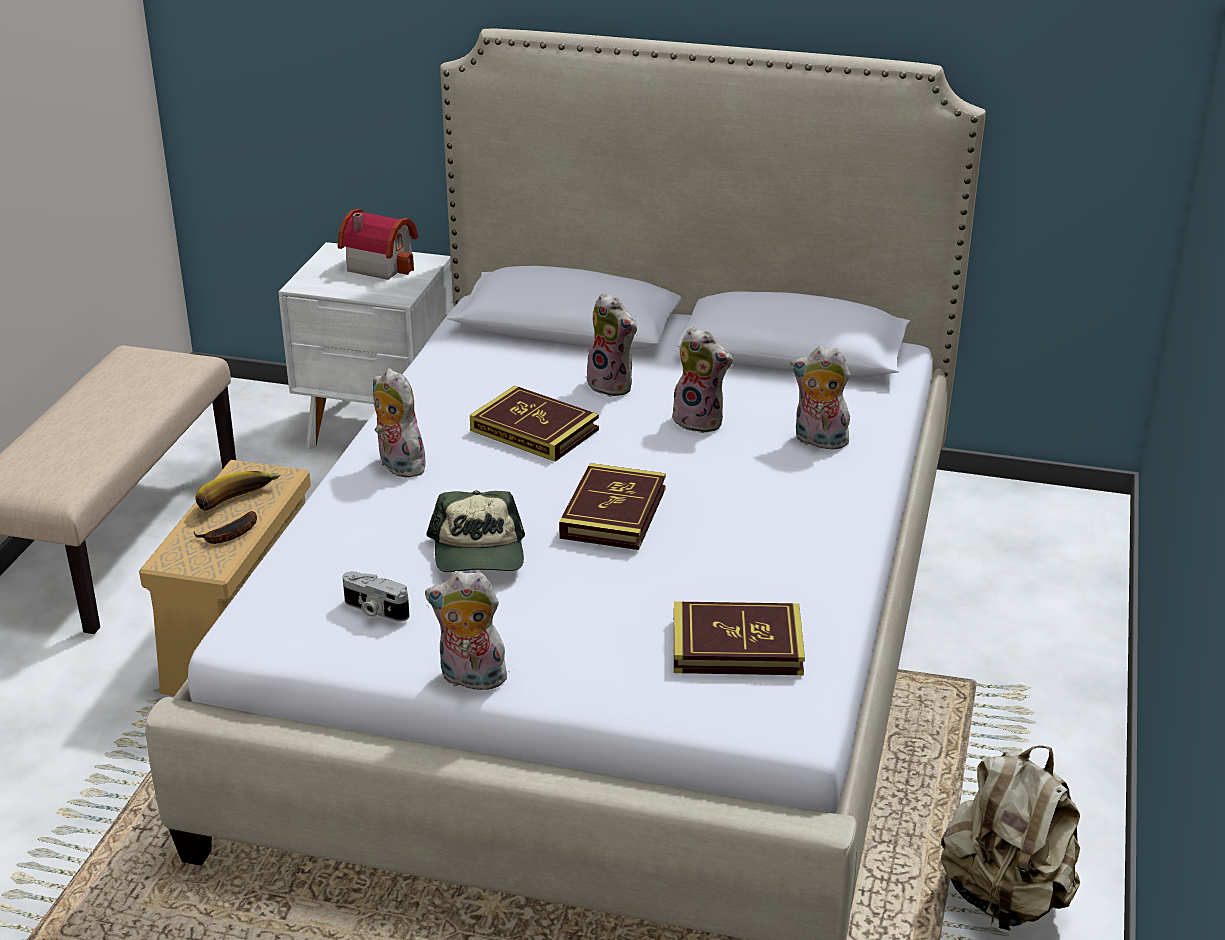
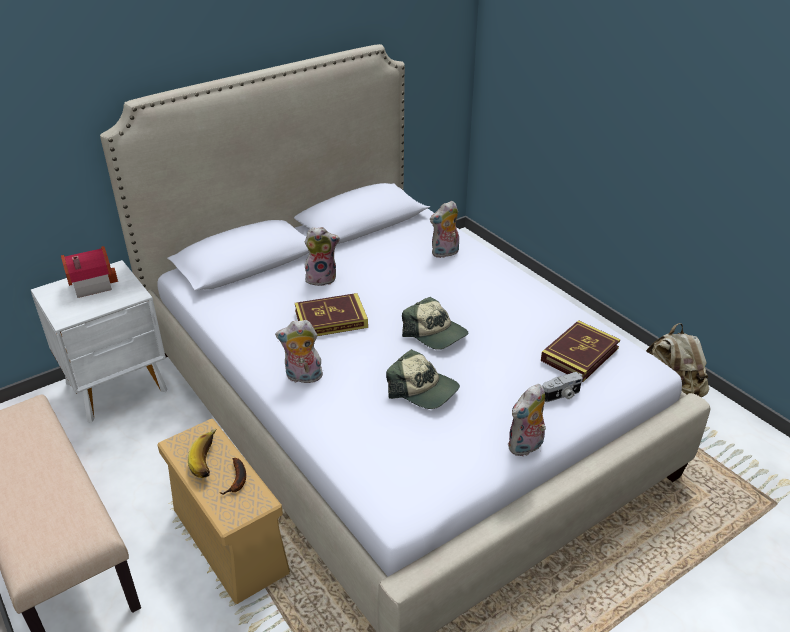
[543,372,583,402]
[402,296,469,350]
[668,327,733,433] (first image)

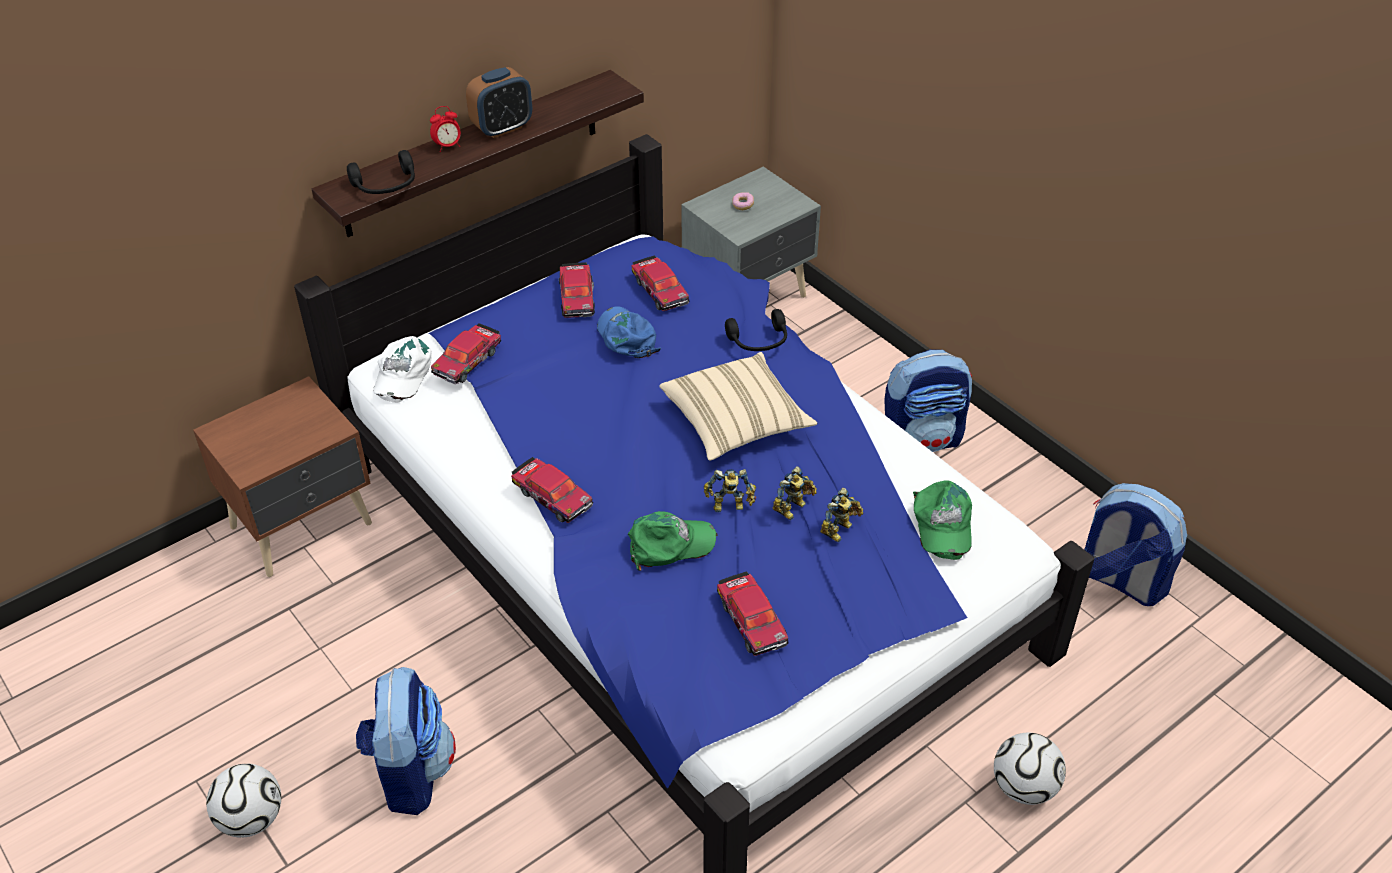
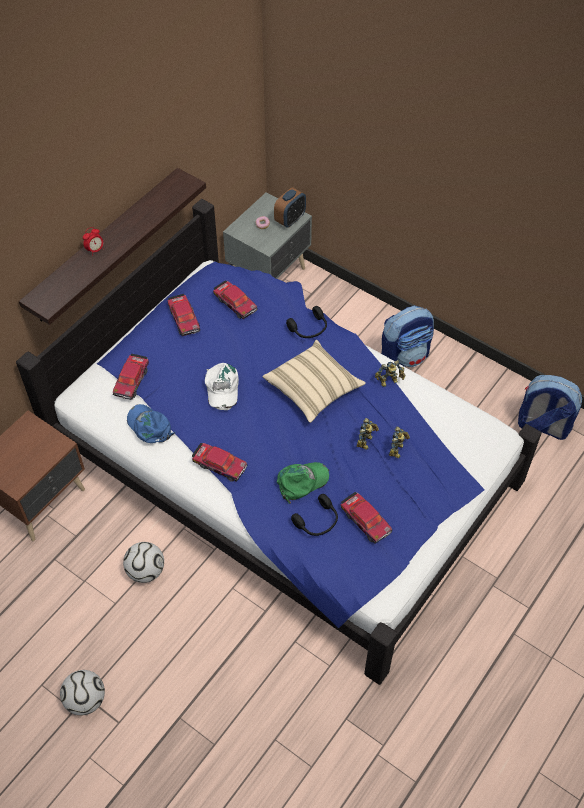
[291,494,338,536]
[356,667,456,815] (first image)
[205,363,239,410]
[274,188,306,227]
[127,404,176,443]
[375,360,406,387]
[913,480,972,560] (first image)
[123,542,164,583]

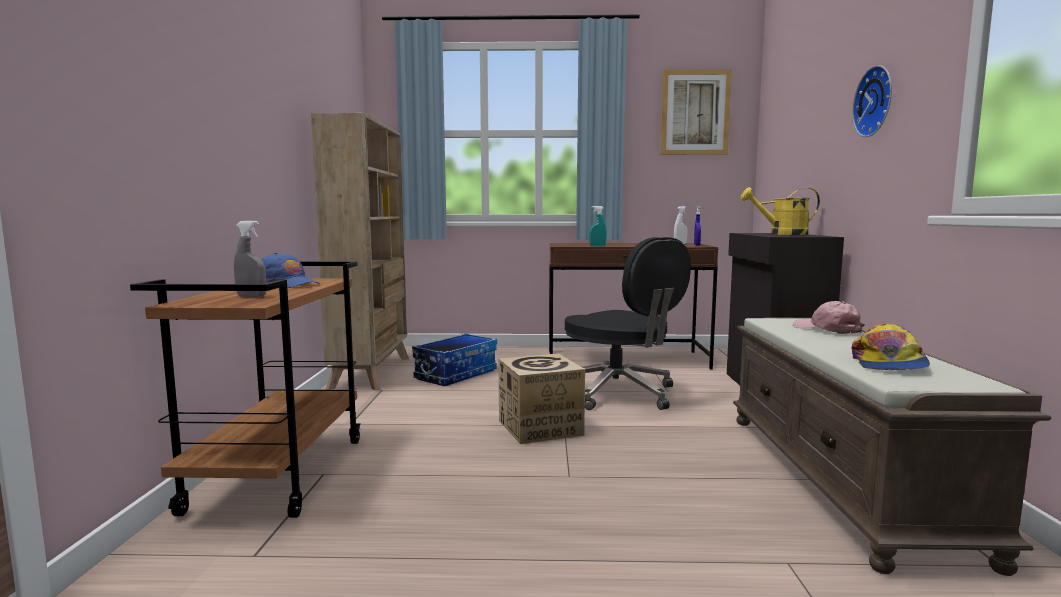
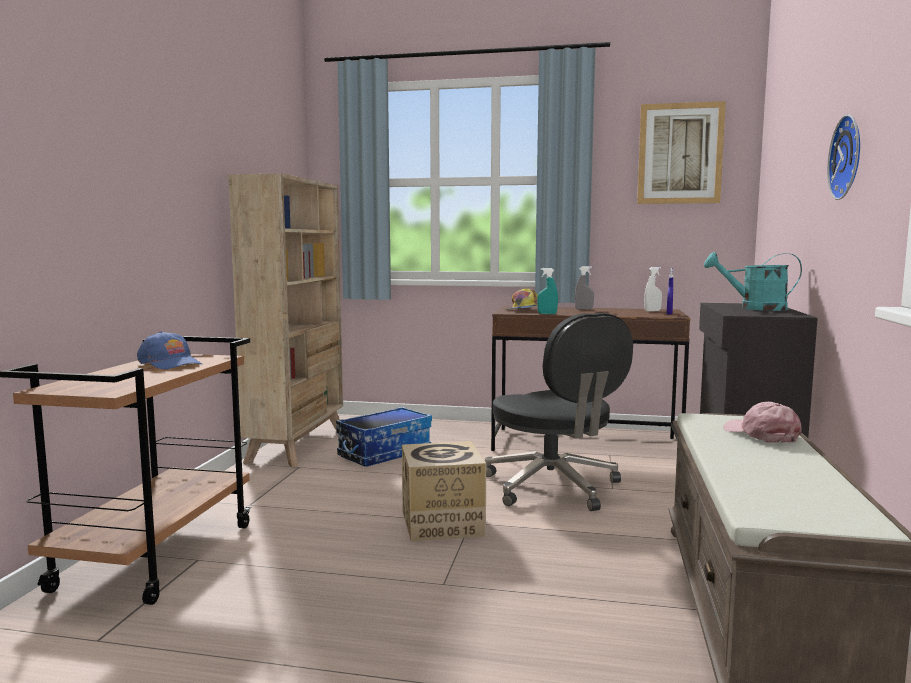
[575,266,594,310]
[704,252,802,311]
[504,288,538,310]

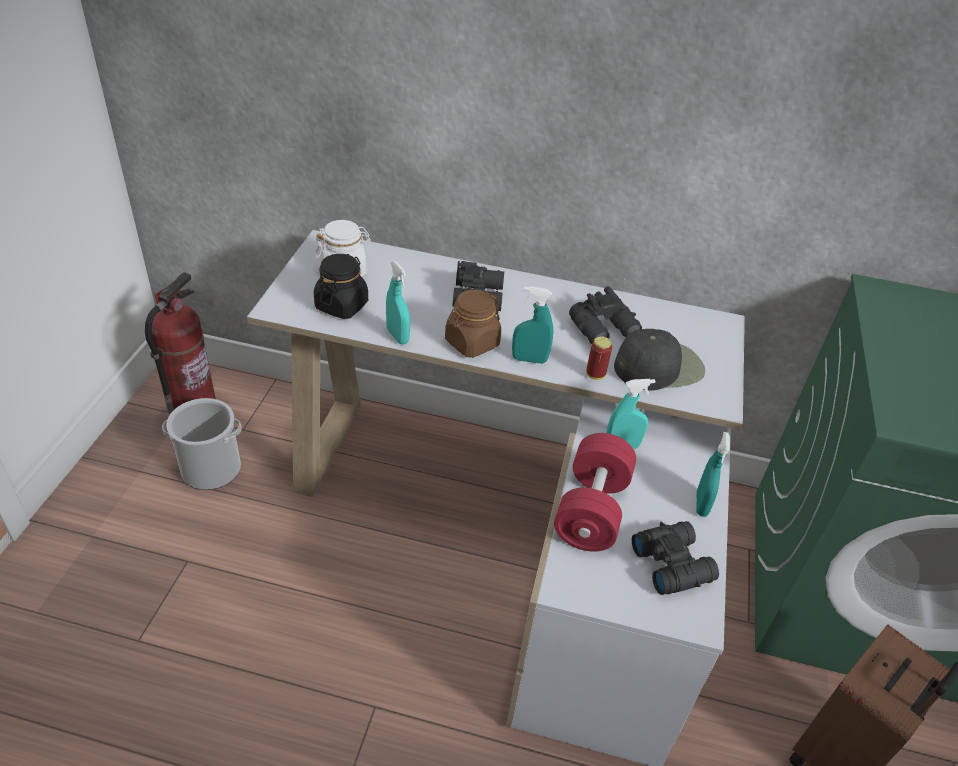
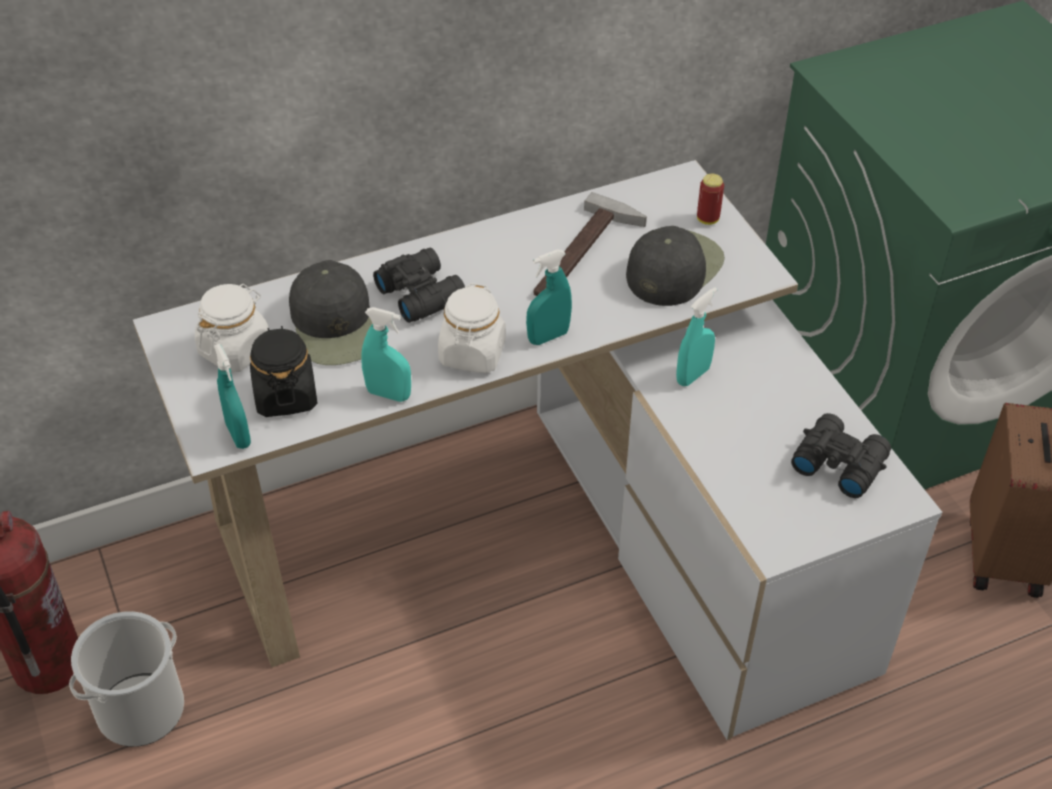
[438,283,506,373]
[554,433,636,552] (first image)
[533,192,647,296]
[697,174,724,225]
[214,344,251,449]
[289,260,373,365]

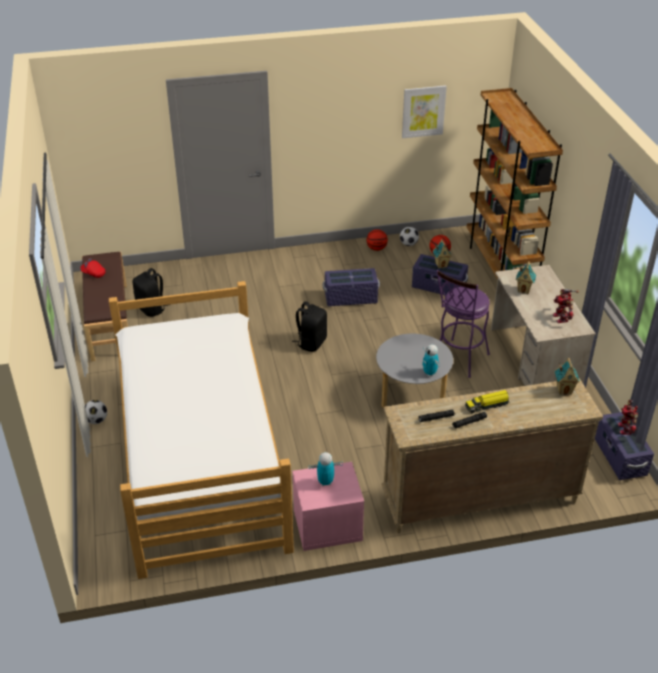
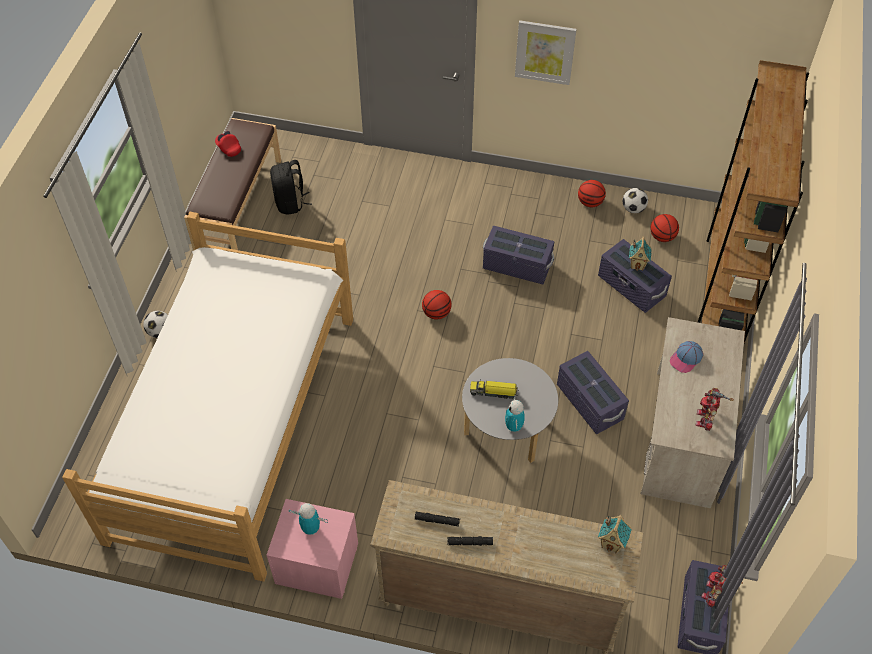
[422,290,452,320]
[515,20,577,85]
[557,351,629,434]
[470,380,518,399]
[670,341,703,373]

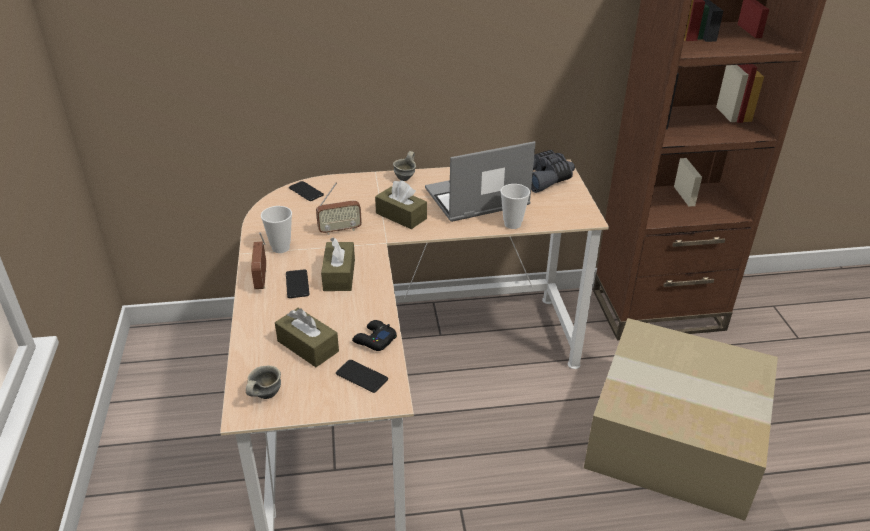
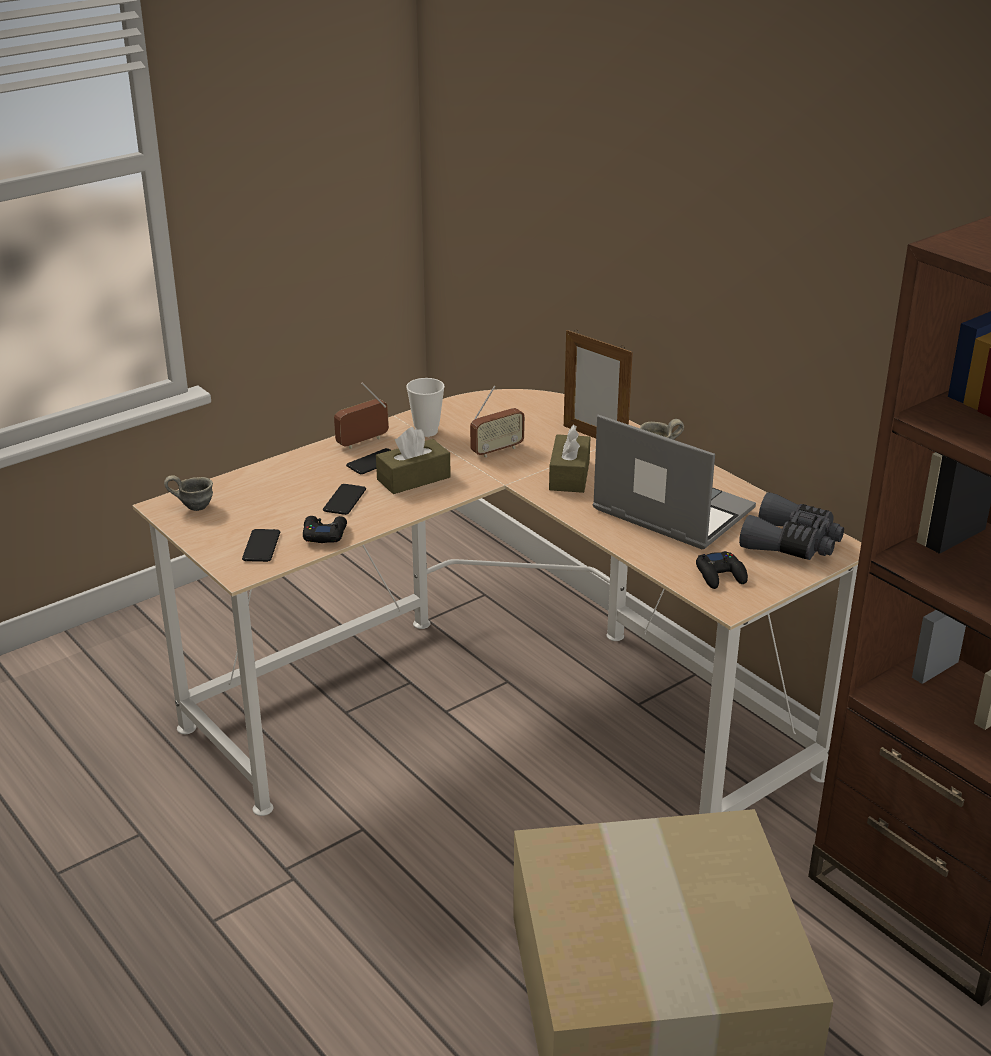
[275,308,339,367] (first image)
[323,484,366,515]
[470,385,525,458]
[501,184,530,229] (first image)
[564,329,633,439]
[696,551,748,589]

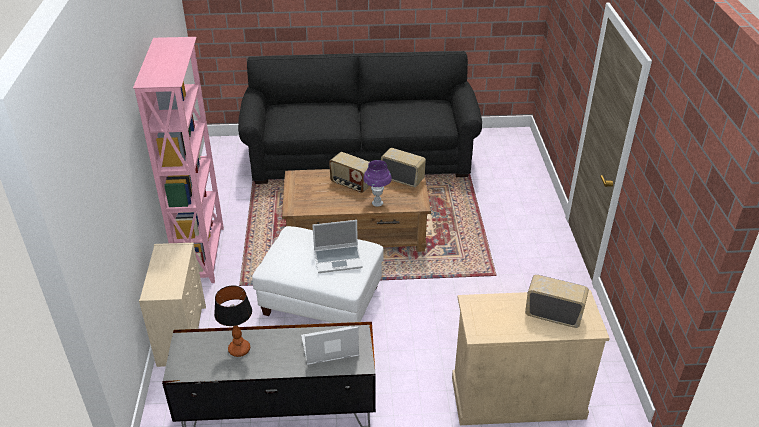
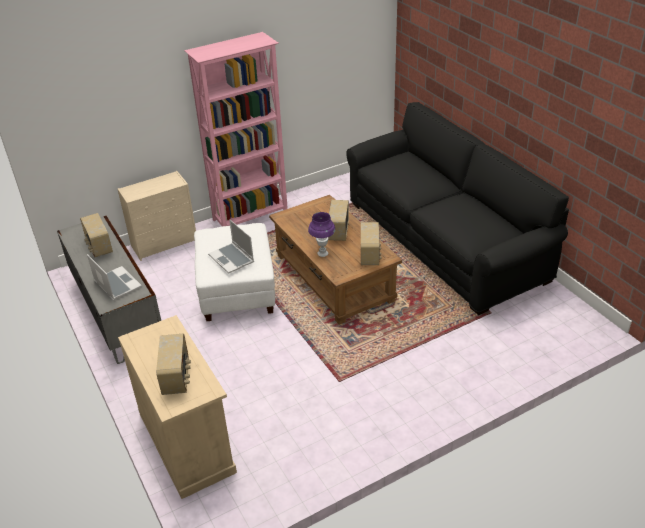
[80,213,113,257]

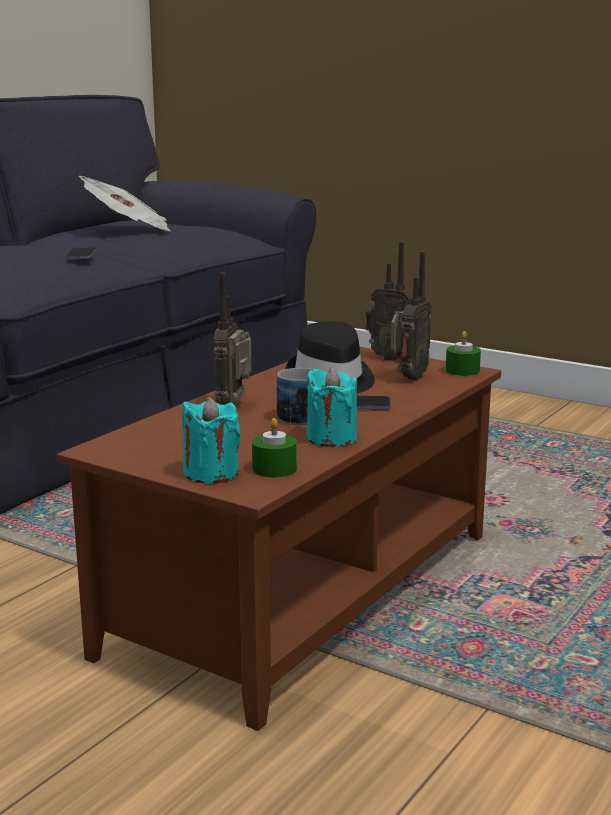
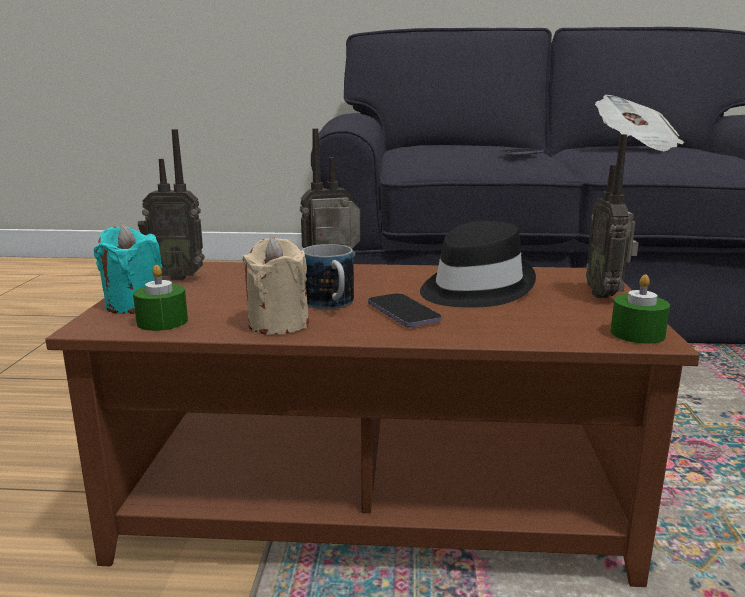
[242,237,309,335]
[138,129,205,281]

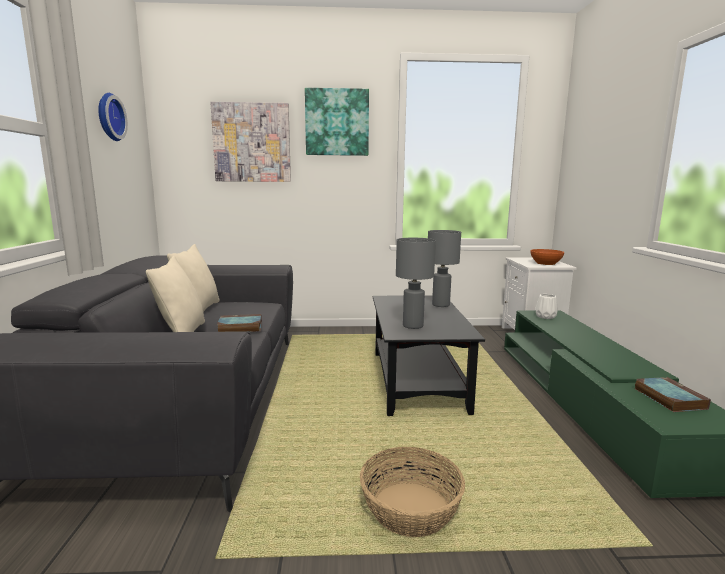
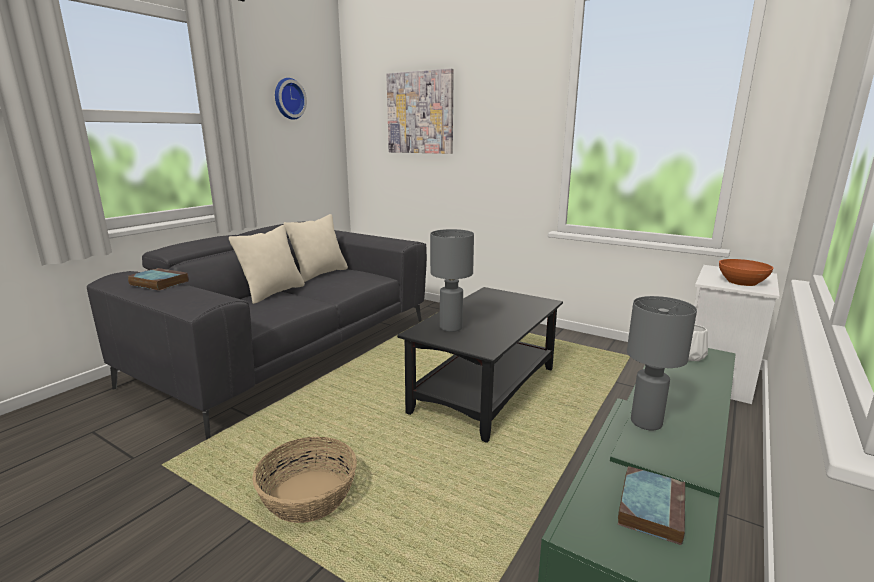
[128,268,189,291]
[305,88,369,156] (first image)
[627,296,697,430]

